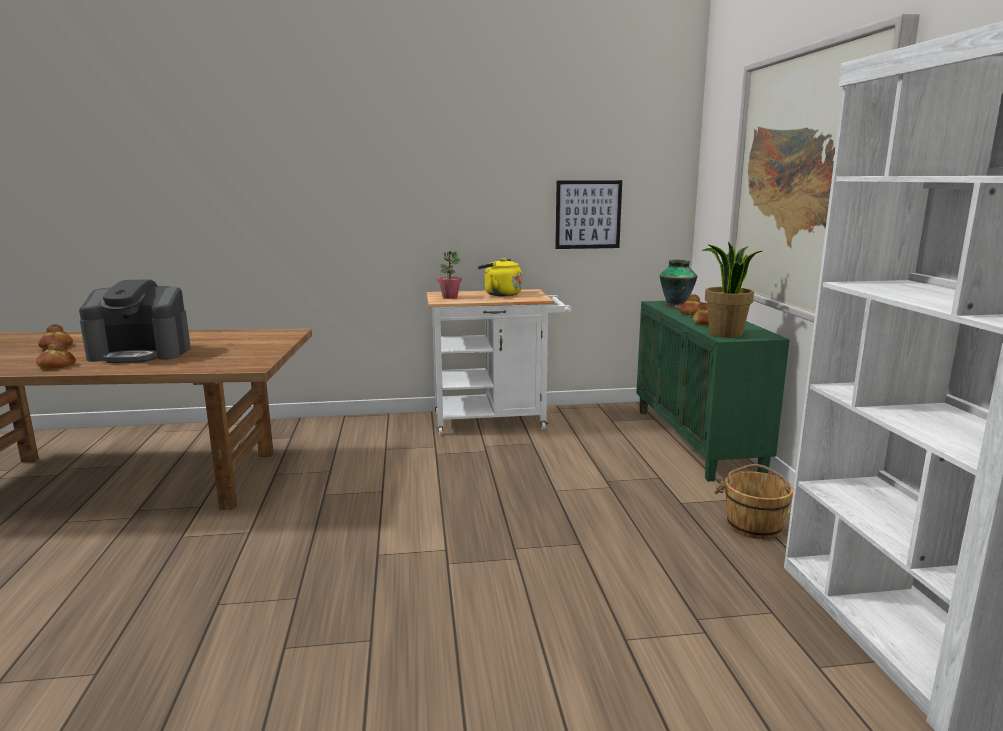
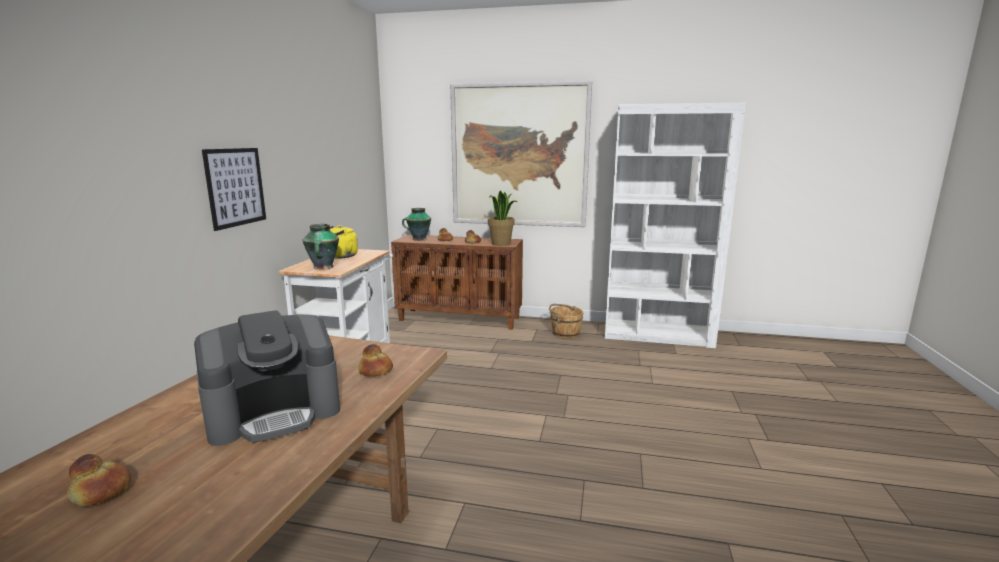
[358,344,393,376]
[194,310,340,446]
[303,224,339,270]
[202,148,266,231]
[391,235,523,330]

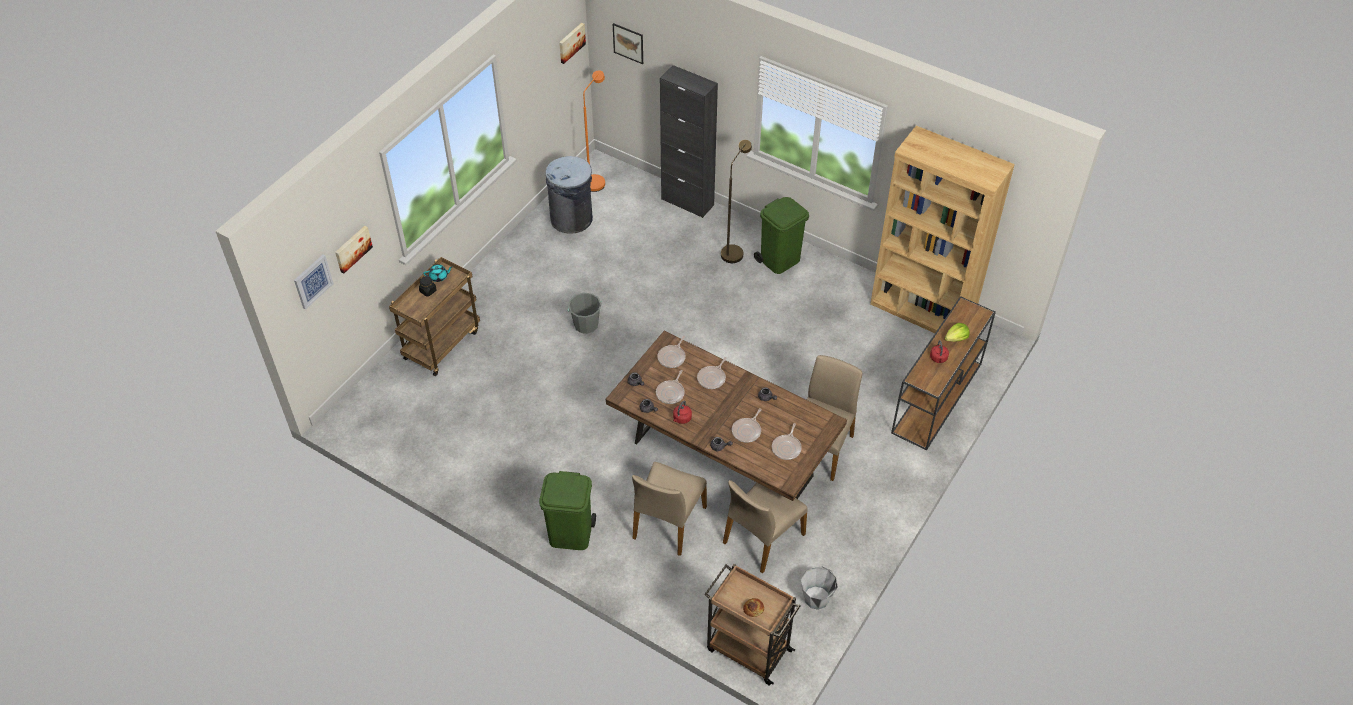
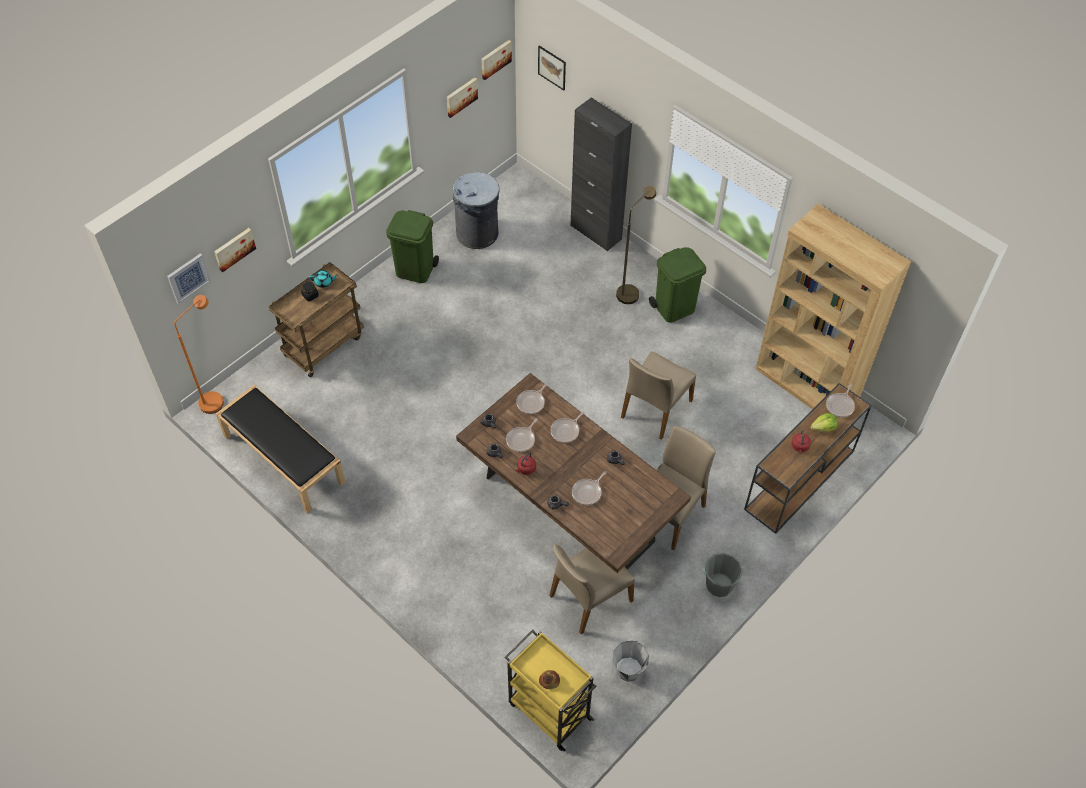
[386,210,439,283]
[703,553,743,597]
[174,295,224,414]
[621,351,696,440]
[505,630,596,751]
[826,383,855,417]
[216,385,345,513]
[447,78,478,118]

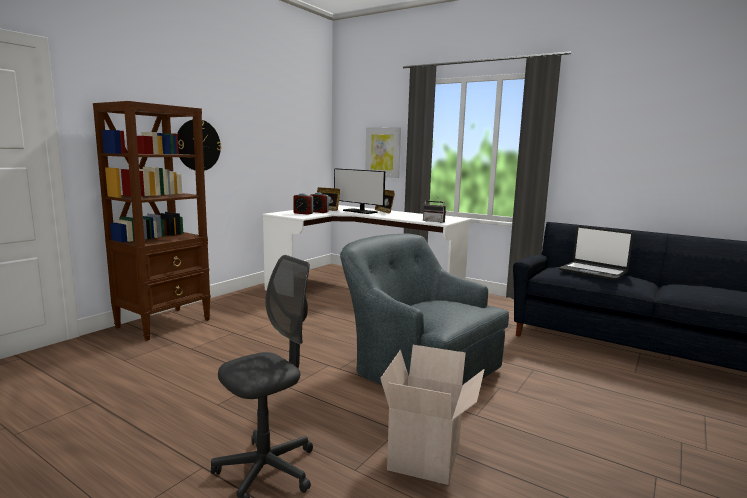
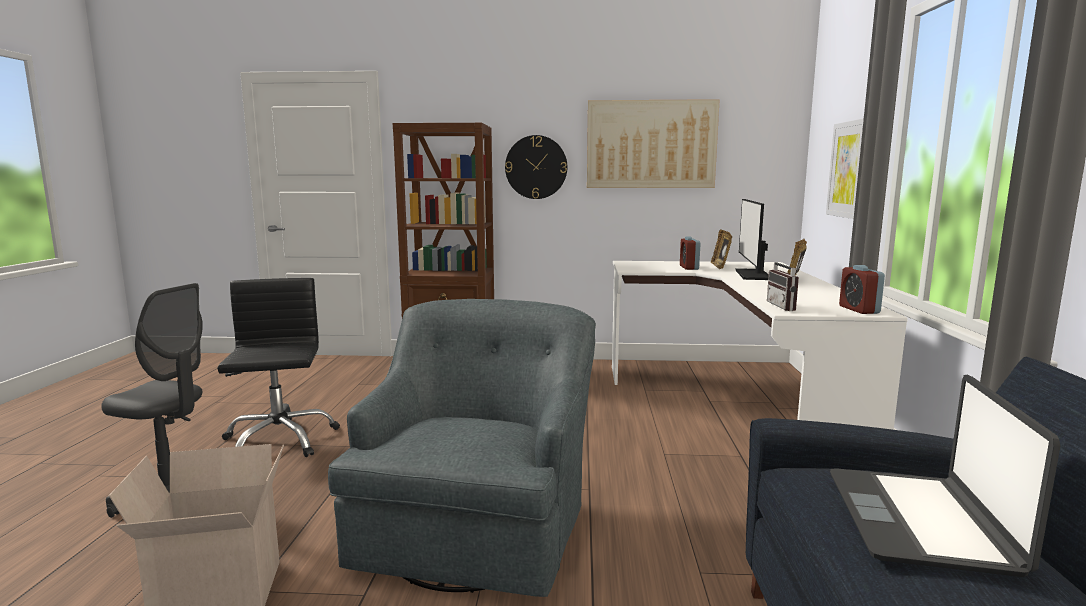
[839,265,885,314]
[217,278,340,457]
[587,99,720,188]

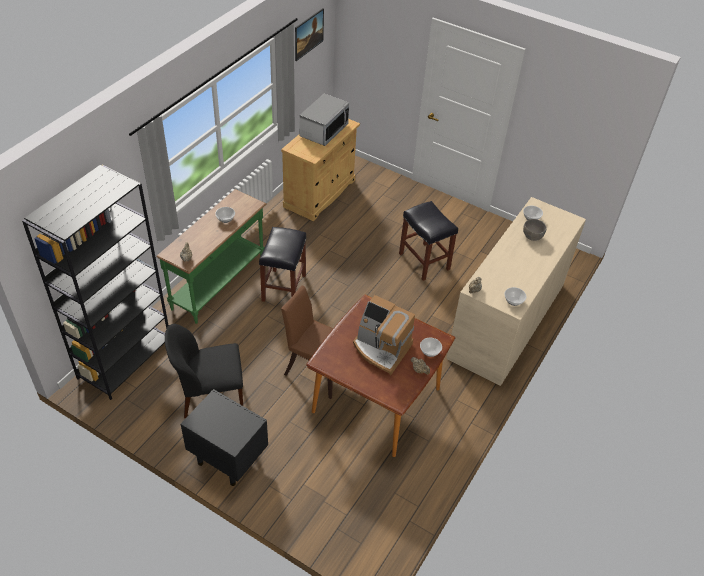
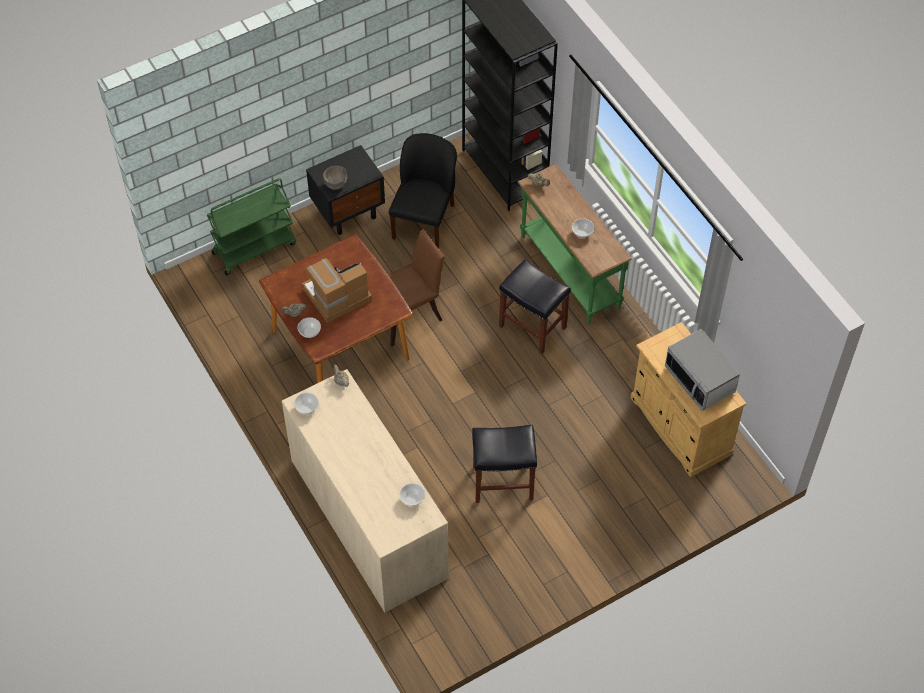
[295,8,324,61] (first image)
[323,166,347,190]
[207,178,296,275]

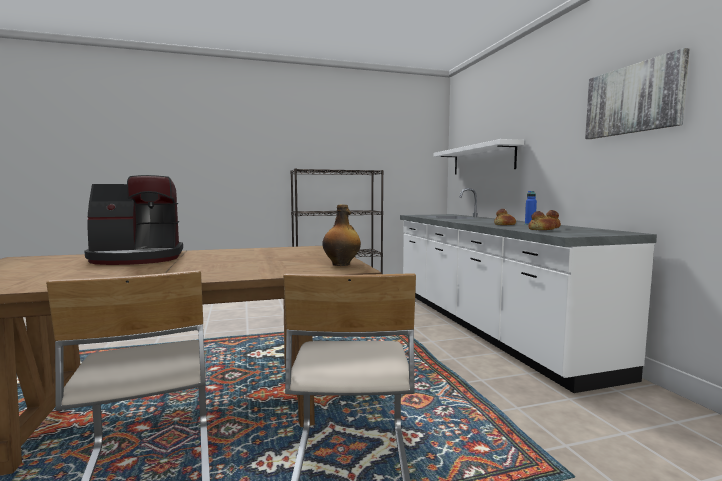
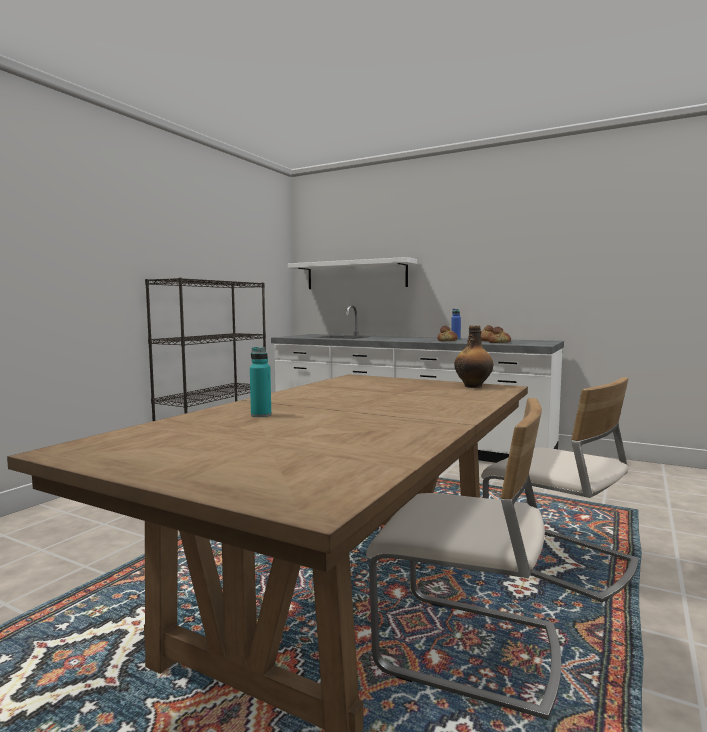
[250,347,271,417]
[585,48,690,139] (first image)

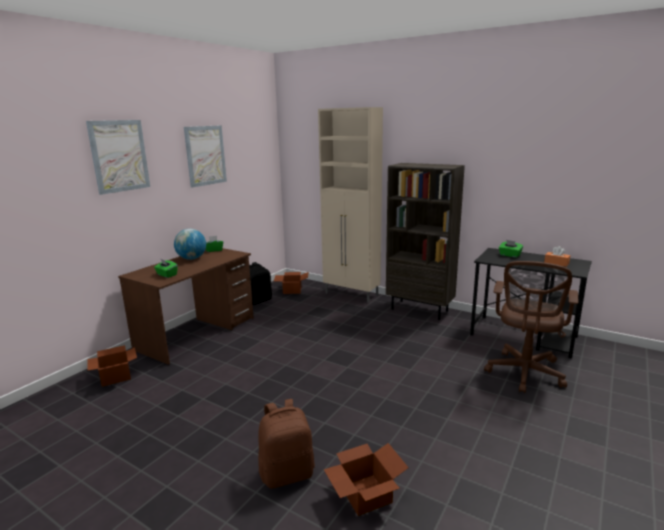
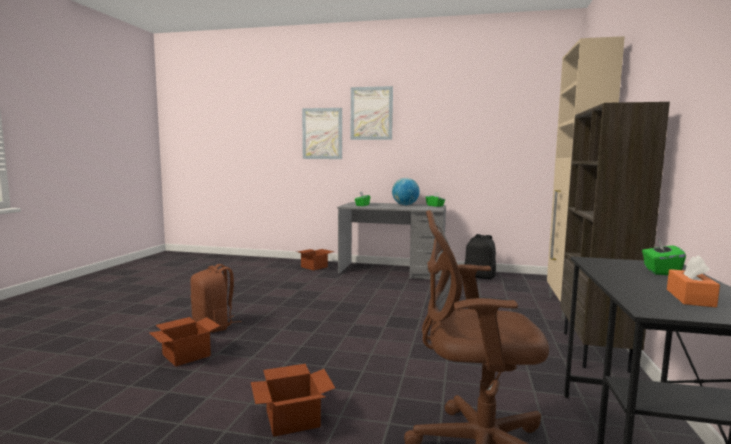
[337,202,446,280]
[302,108,342,159]
[251,364,335,437]

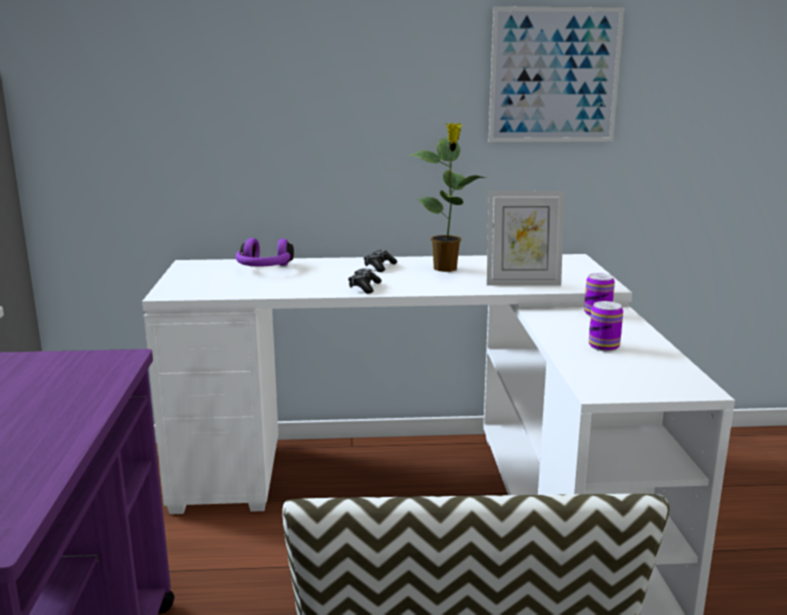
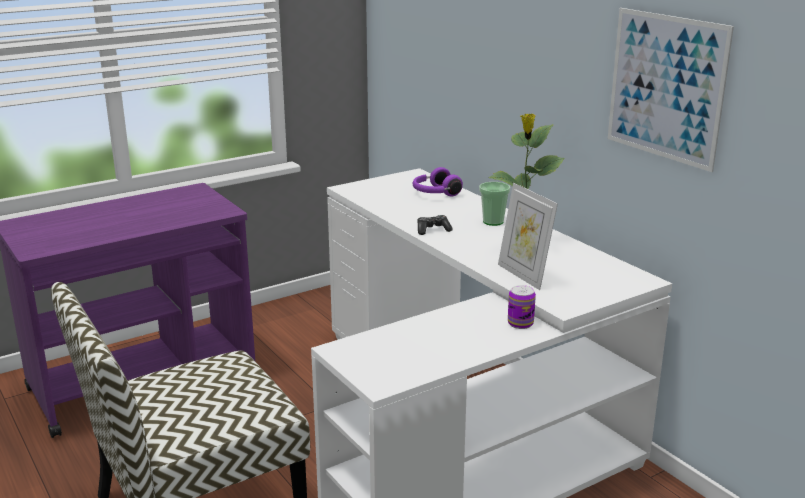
[479,182,510,226]
[589,301,623,351] (first image)

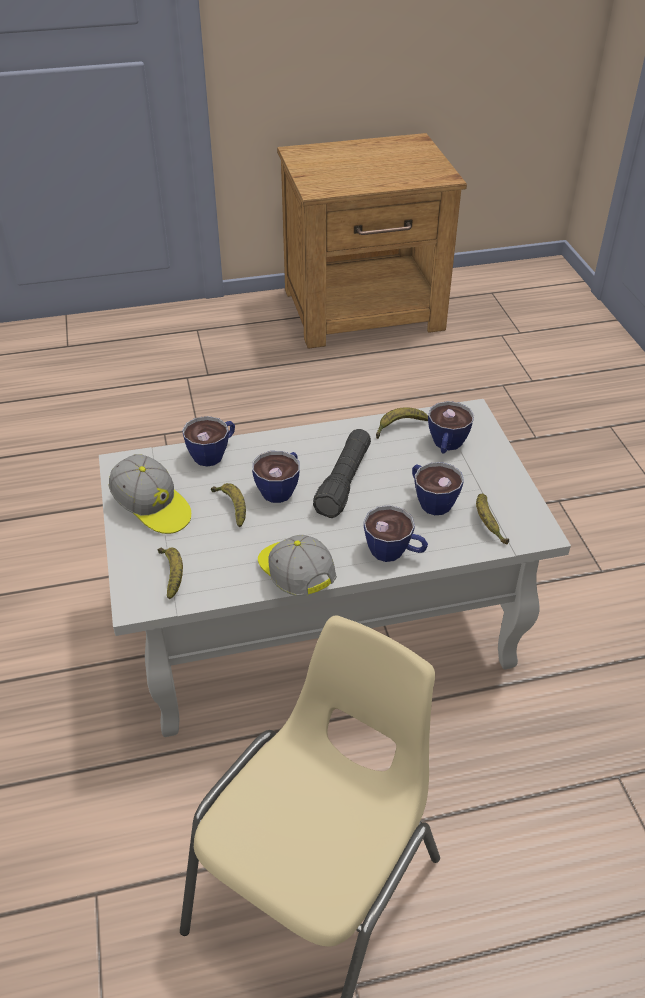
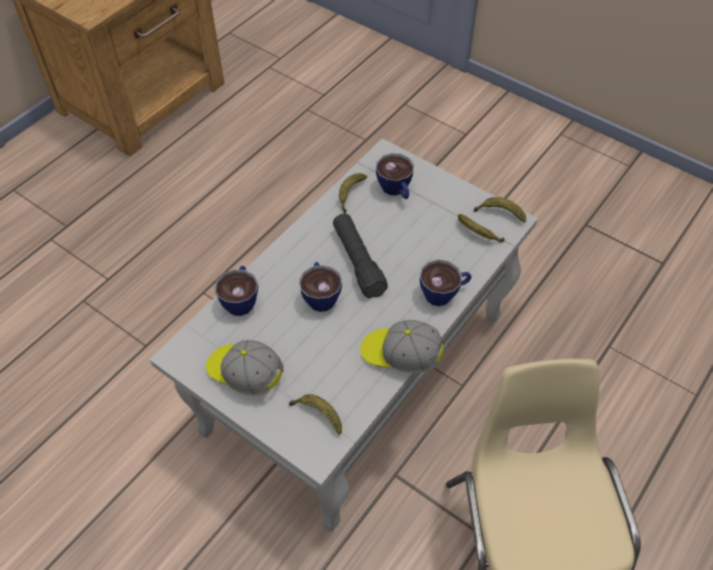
[206,340,284,395]
[474,197,526,223]
[412,462,464,515] (first image)

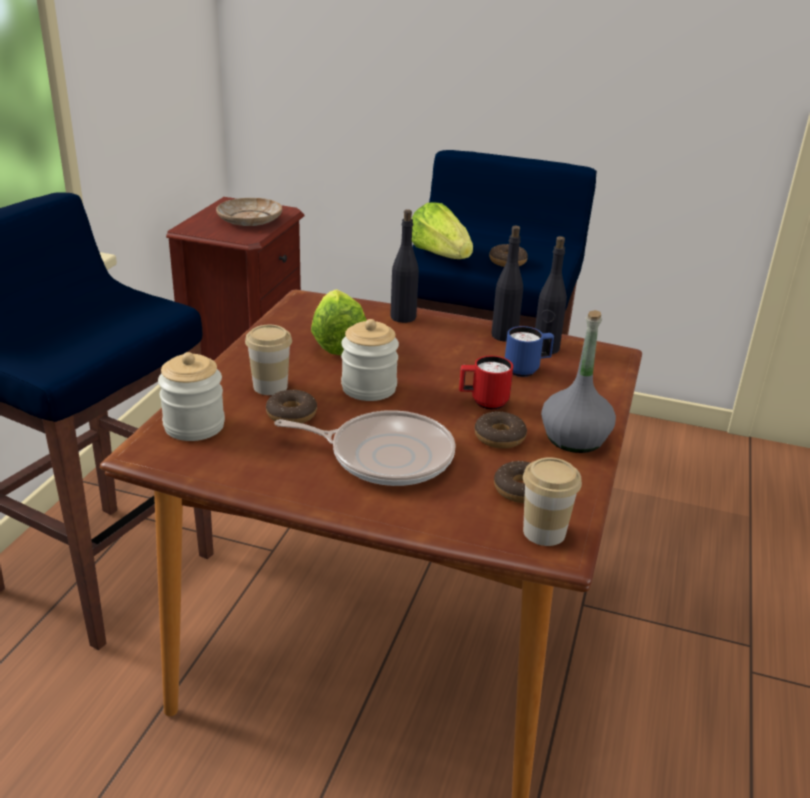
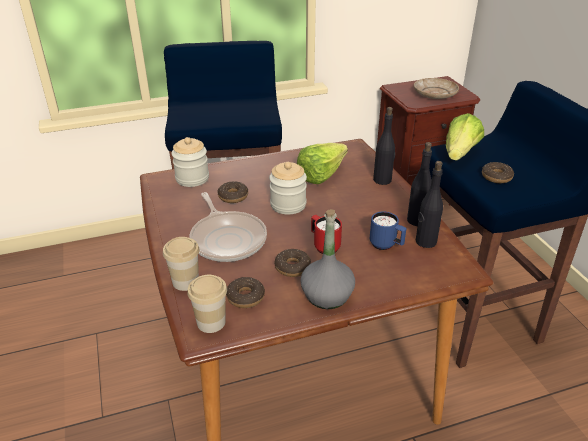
[163,237,199,291]

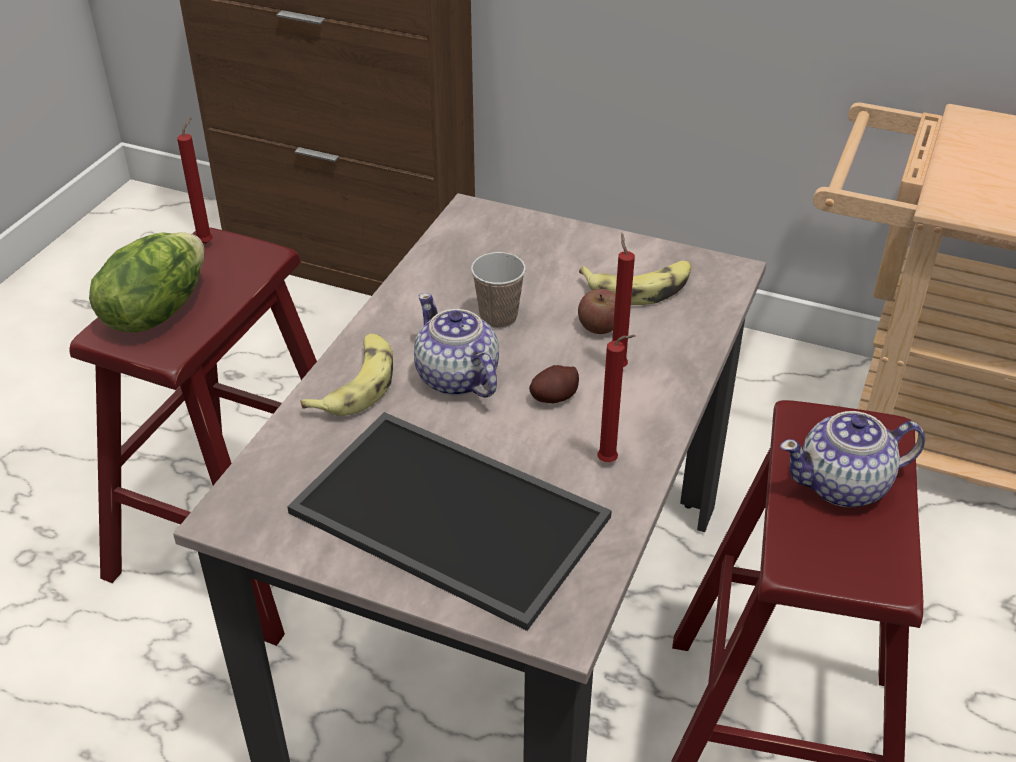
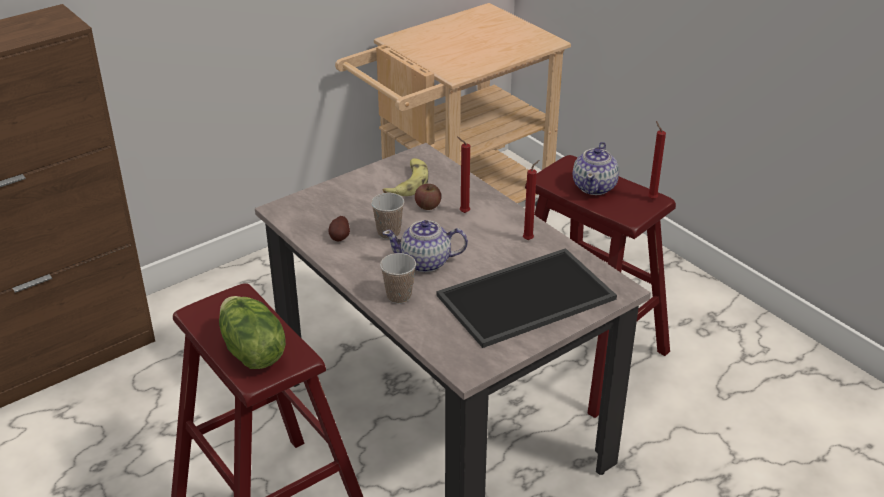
[648,121,666,199]
[380,253,416,304]
[329,216,350,241]

